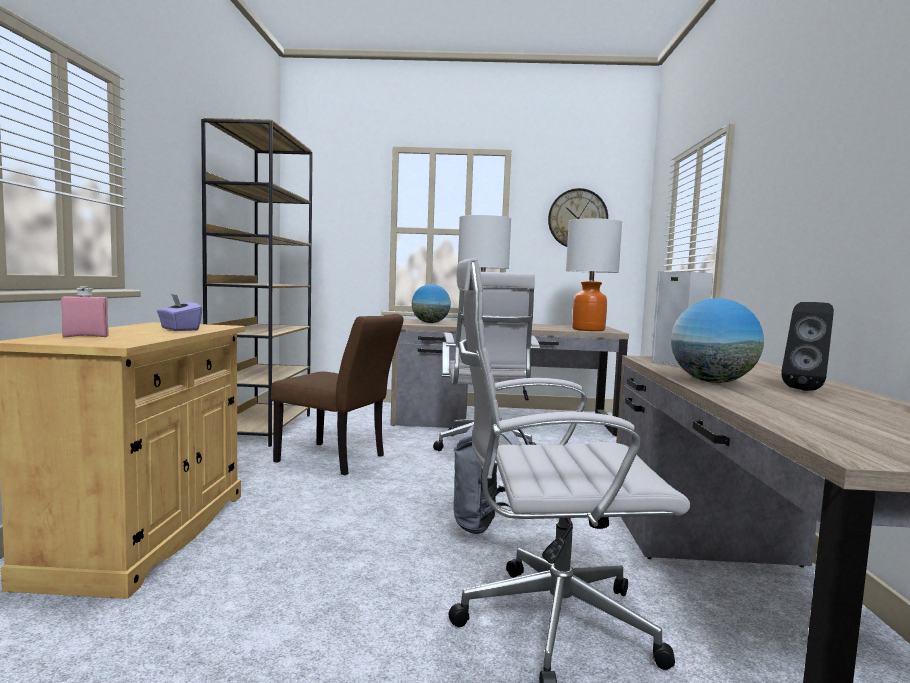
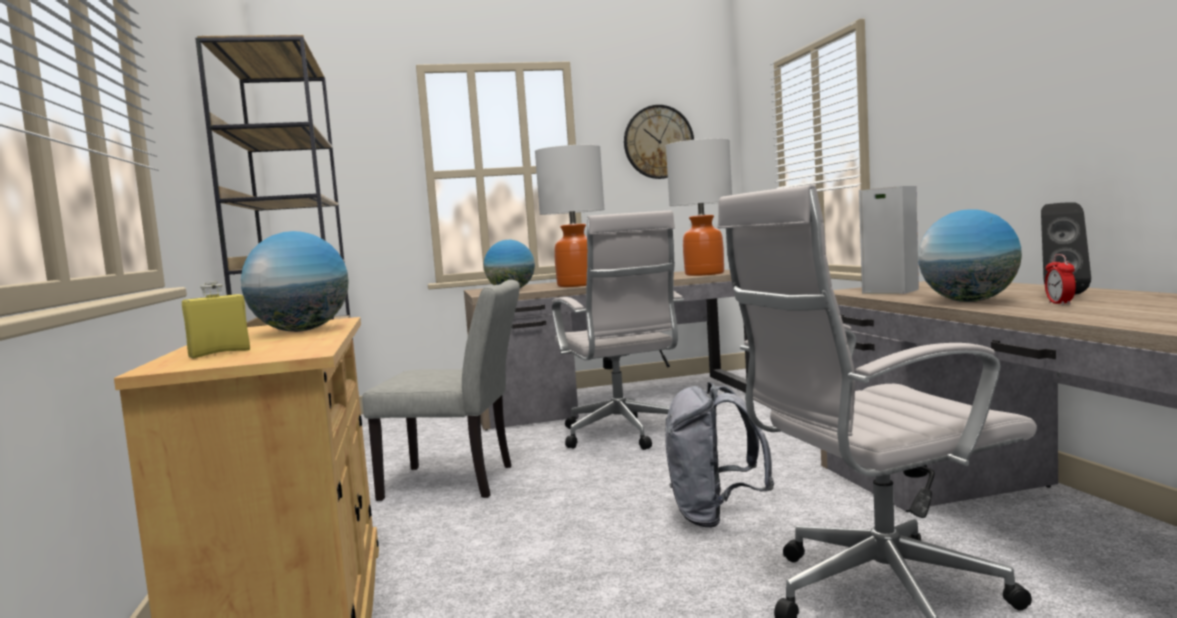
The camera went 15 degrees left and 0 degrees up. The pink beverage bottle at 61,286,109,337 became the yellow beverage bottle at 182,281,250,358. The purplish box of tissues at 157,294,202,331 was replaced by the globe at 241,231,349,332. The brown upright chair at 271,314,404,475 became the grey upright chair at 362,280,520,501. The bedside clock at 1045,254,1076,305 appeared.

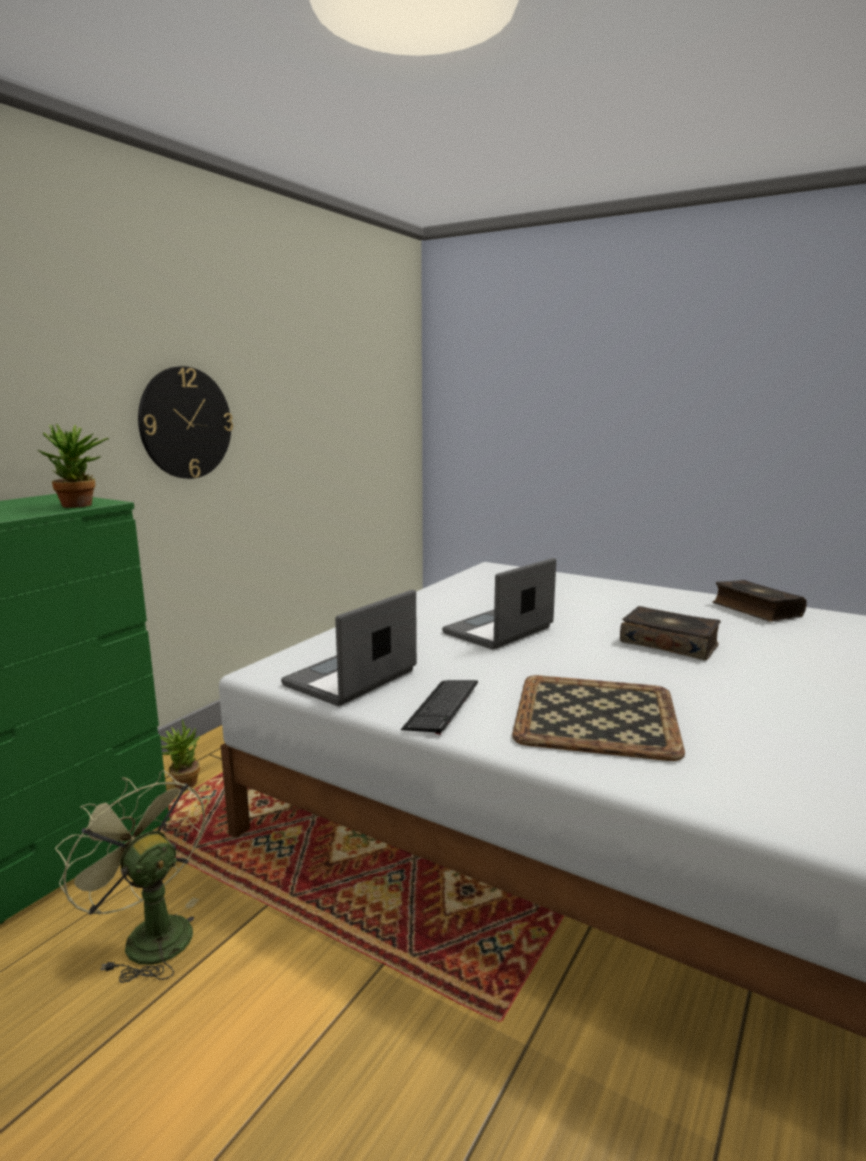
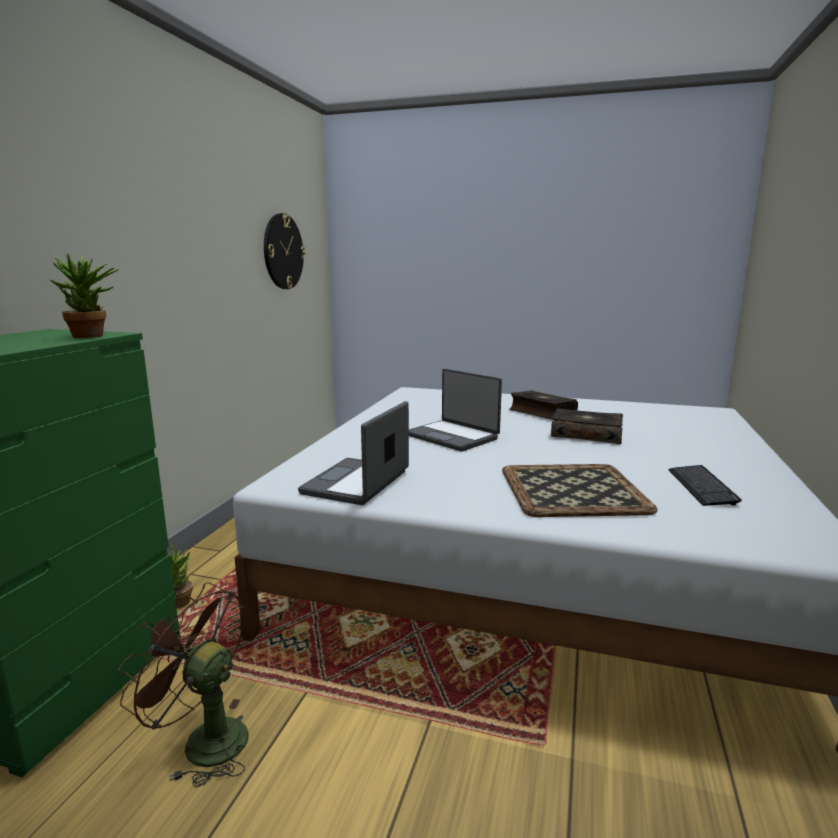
The camera went 15 degrees left and 0 degrees up. The greenish electric fan at 55,770,205,983 became the brown electric fan at 118,582,249,788. The wall clock moved from 138,366,233,479 to 264,213,306,289. The computer keyboard moved from 401,680,478,735 to 668,465,742,506. The portable computer at 442,558,556,649 turned 75 degrees counterclockwise. The book moved from 713,580,807,622 to 510,390,578,420.

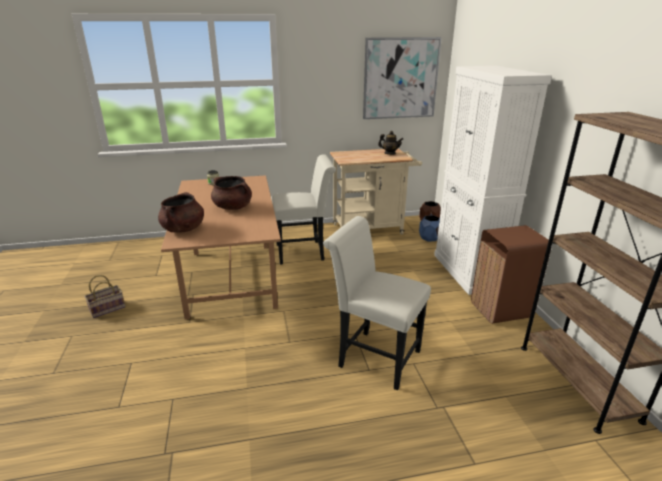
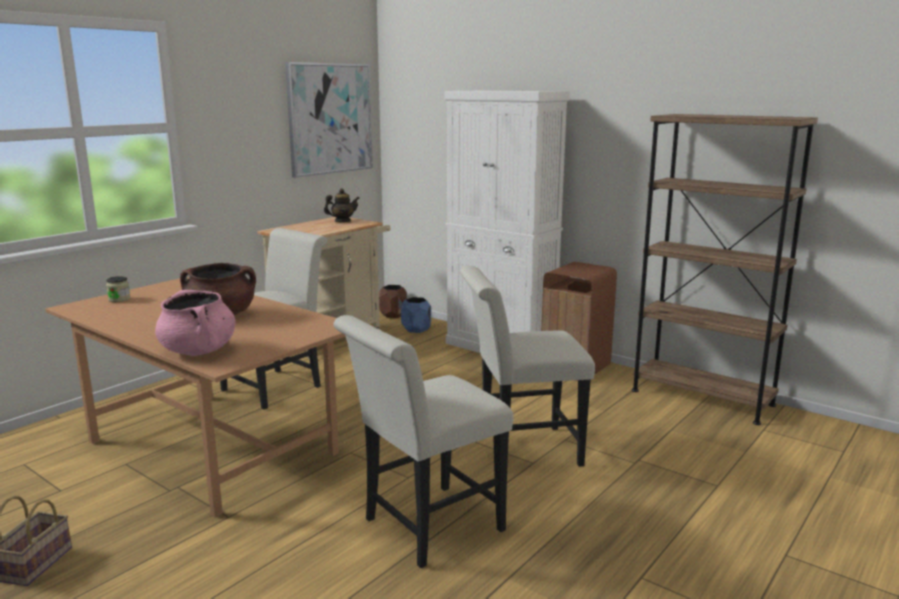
The camera went 40 degrees left and 10 degrees down. The brown cooking pot at 158,192,204,232 became the pink cooking pot at 155,290,236,356. The white upright chair at 333,315,514,568 appeared.

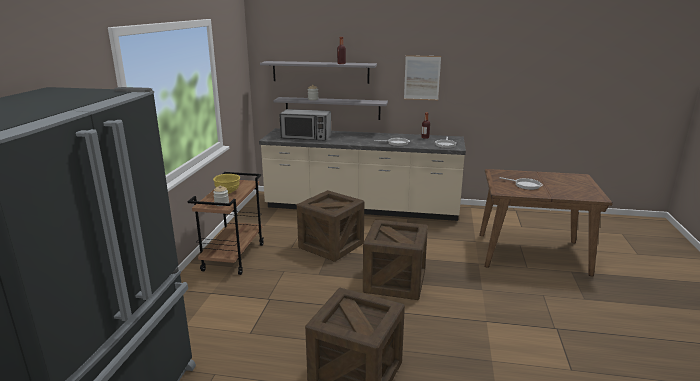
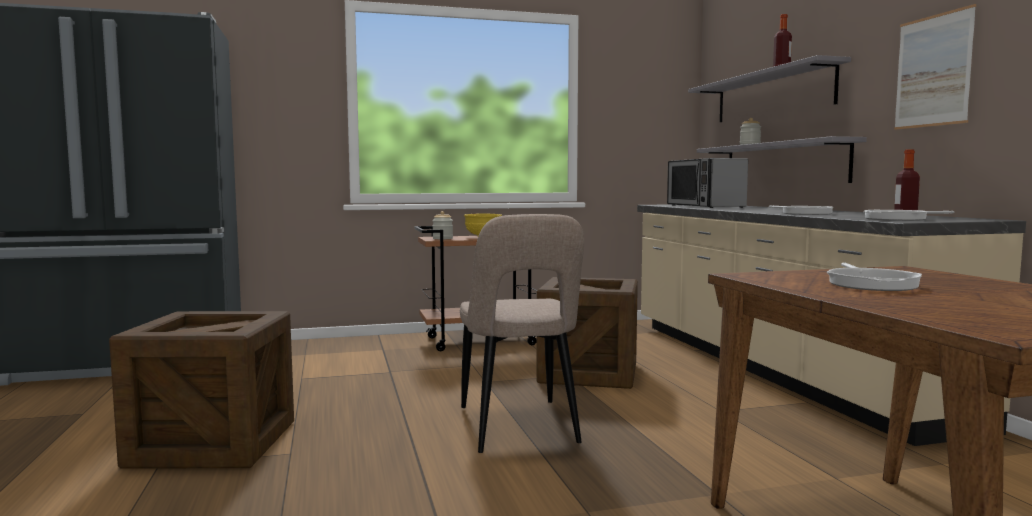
The camera went 65 degrees right and 15 degrees down. The crate at 363,220,428,300 was replaced by the beige upright chair at 460,214,584,453.

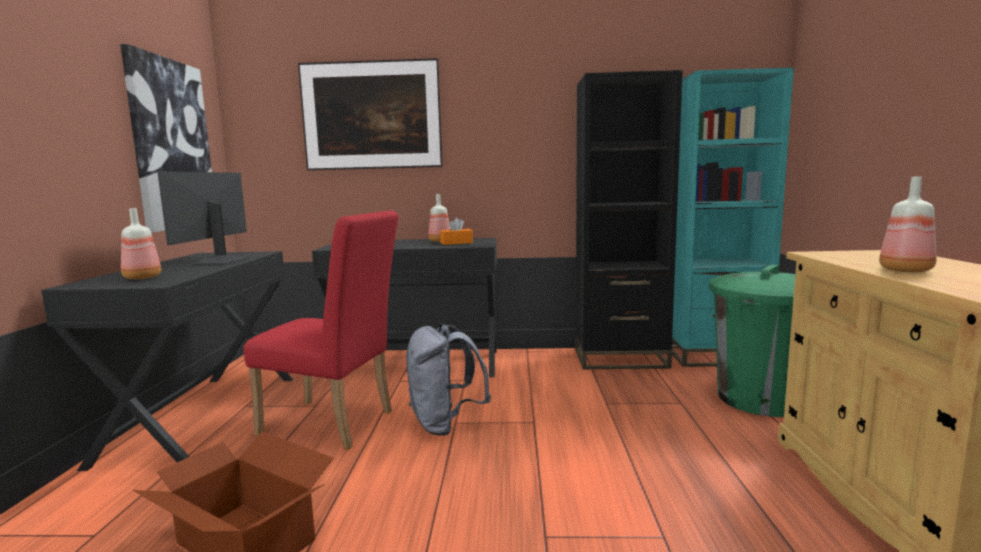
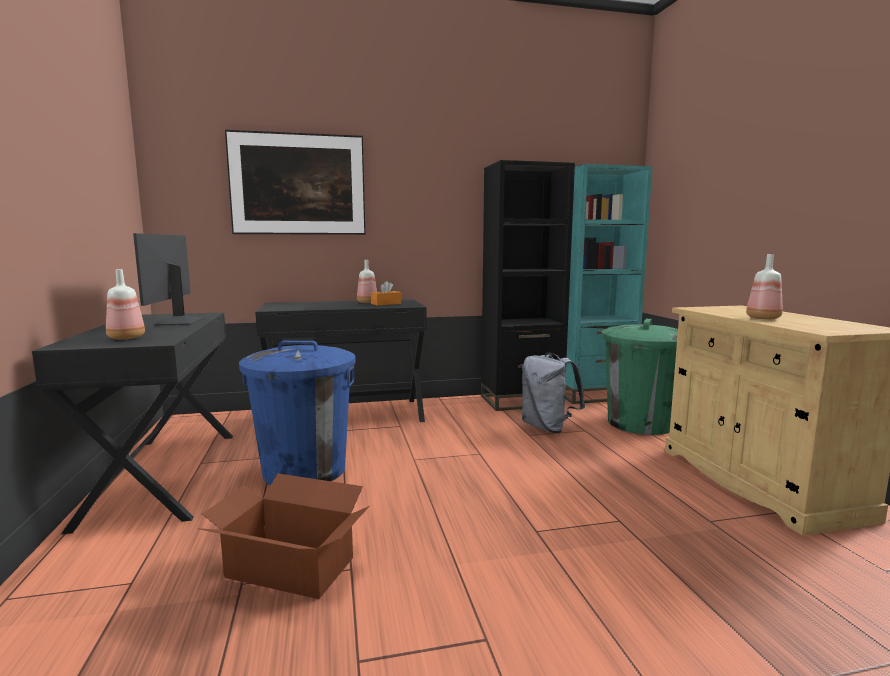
The camera went 15 degrees left and 0 degrees up. The wall art at 120,44,212,232 disappeared. The red-coloured upright chair at 243,211,399,450 was replaced by the bluish trash can at 239,341,356,485. The grey rucksack moved from 406,323,491,436 to 522,353,585,433.

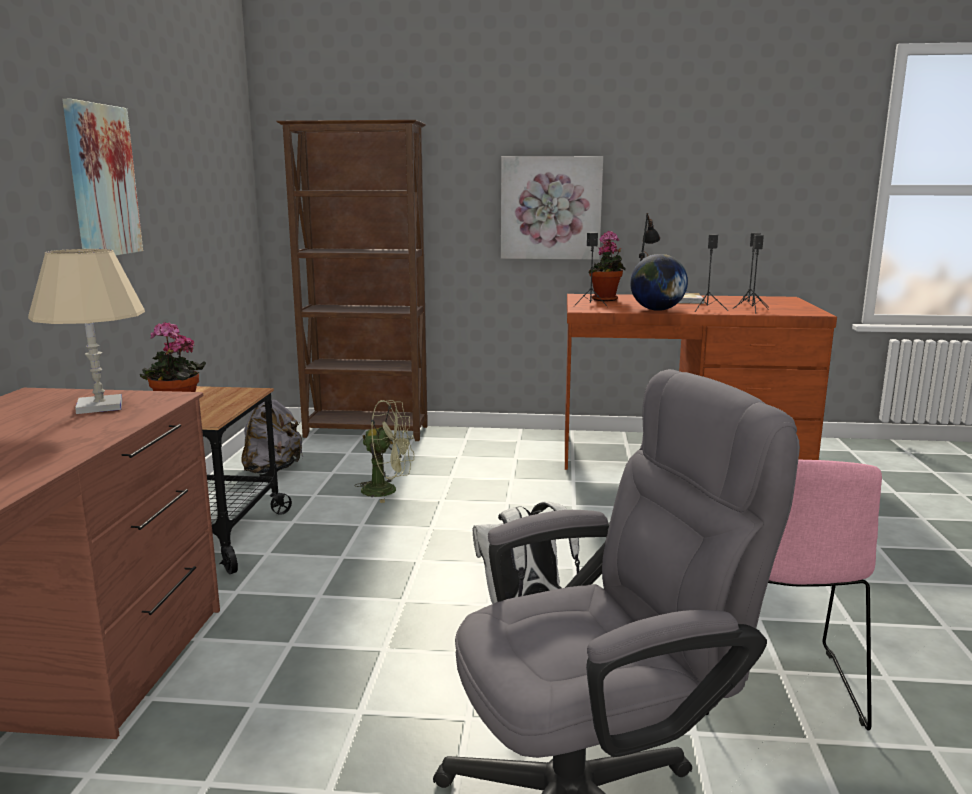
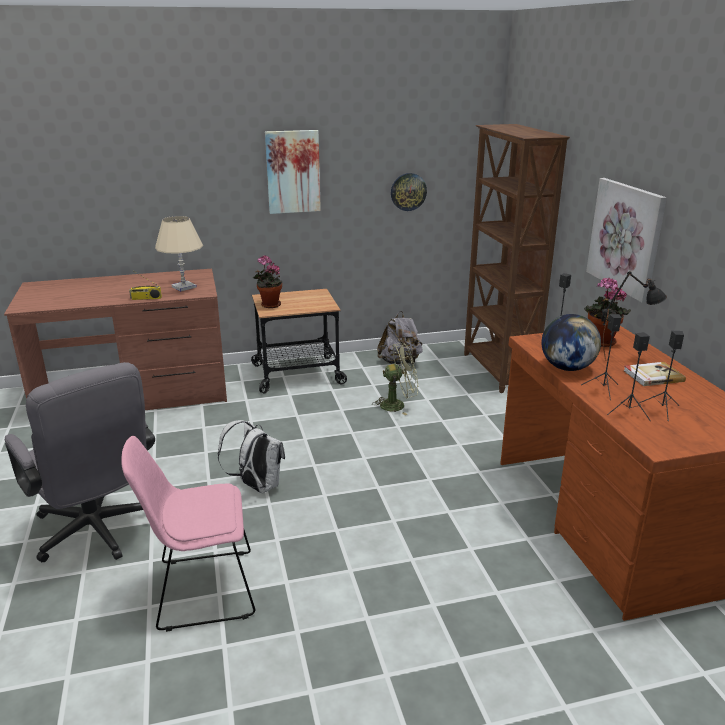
The camera went 70 degrees right and 10 degrees up. The greenish electric fan at 356,400,414,503 turned 90 degrees counterclockwise. The radio receiver at 129,271,162,300 appeared. The wall clock at 391,173,427,211 appeared.

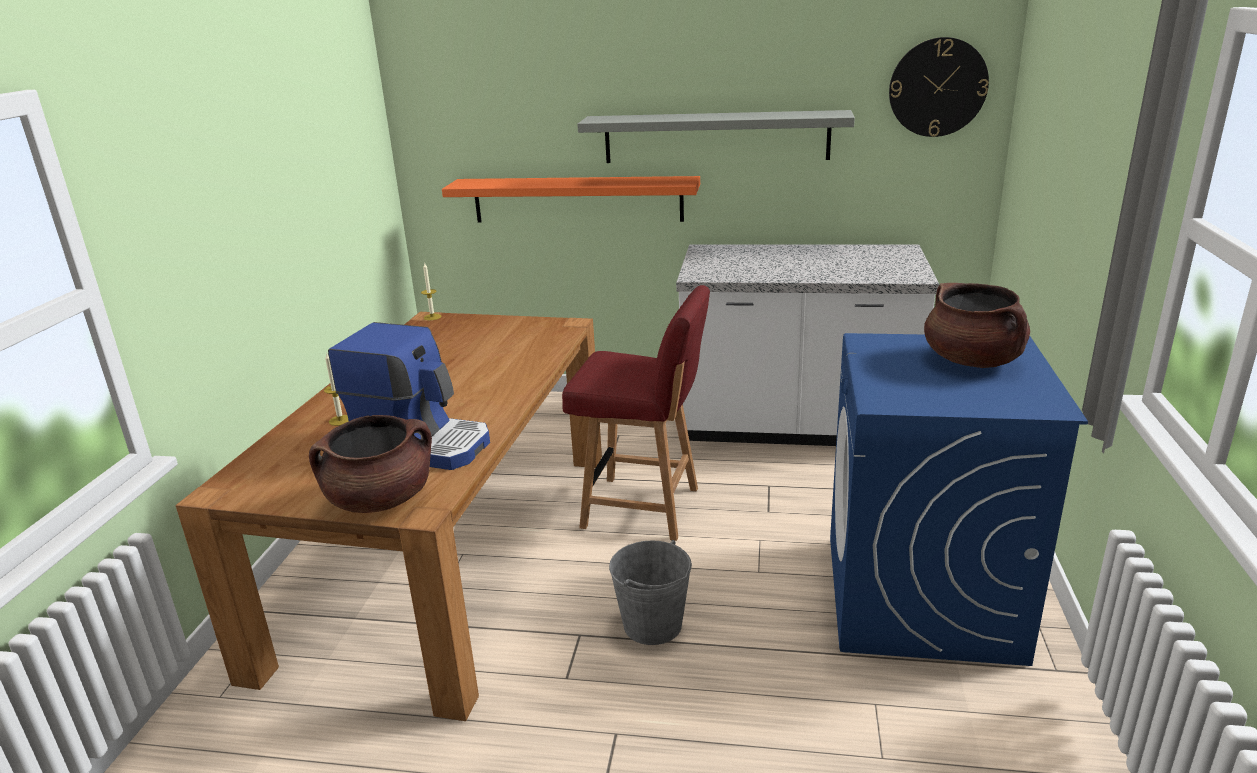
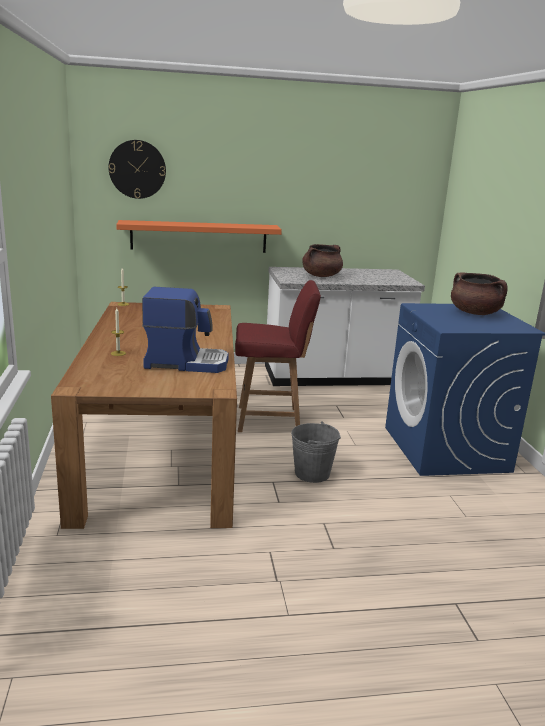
The camera went 20 degrees left and 5 degrees down. The brown cooking pot moved from 309,415,432,513 to 302,244,343,277. The grey shelf at 577,110,855,163 disappeared. The wall clock moved from 889,37,989,137 to 109,140,166,199.

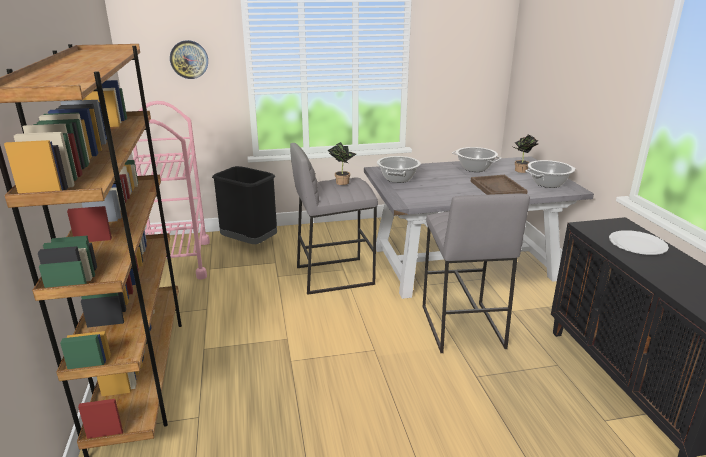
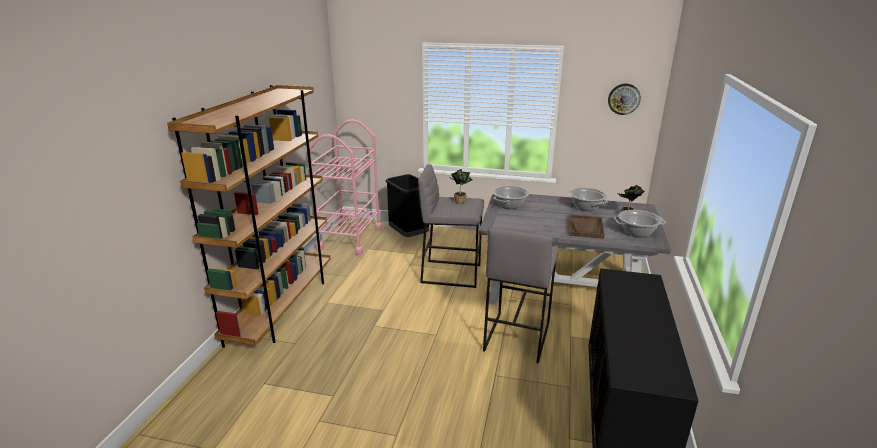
The camera went 25 degrees right and 0 degrees up. The wall clock moved from 170,40,208,79 to 608,84,641,115. The white plate at 609,230,669,255 disappeared.

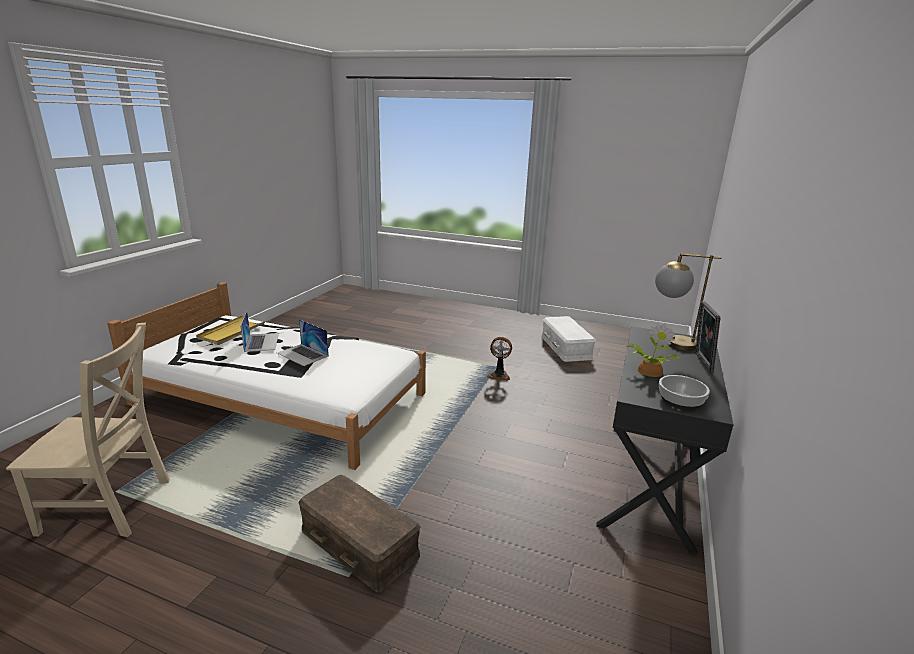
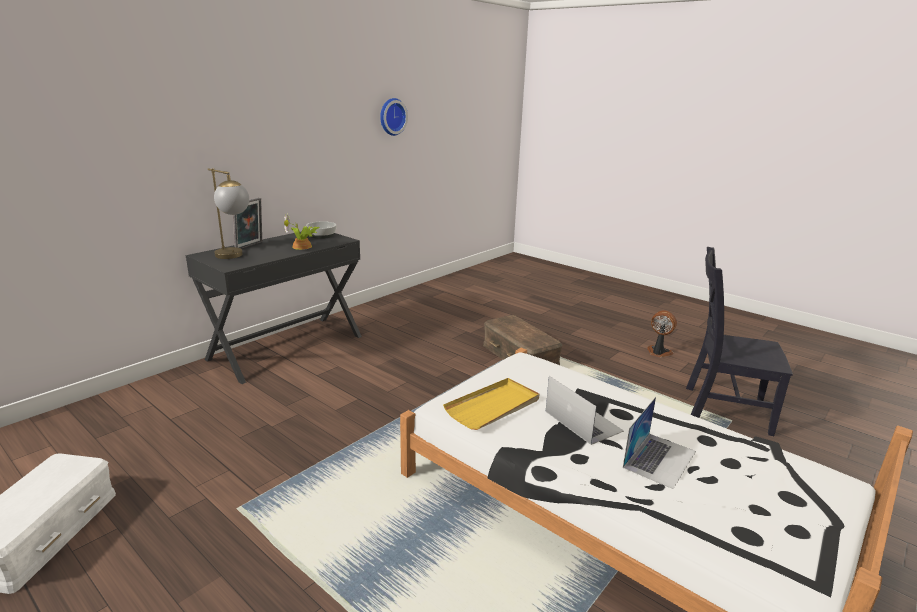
The camera went 160 degrees left and 0 degrees up. The beige upright chair at 6,323,170,537 became the black-coloured upright chair at 686,247,793,436. The yellow tray moved from 196,315,265,345 to 443,378,539,430. The portable computer at 241,311,279,352 turned 150 degrees counterclockwise. The electric fan moved from 487,337,512,381 to 648,310,677,357. The wall clock at 380,98,408,136 appeared.

